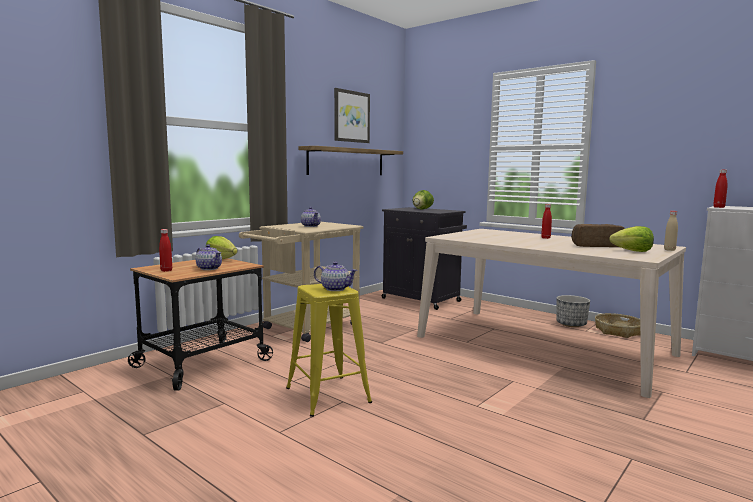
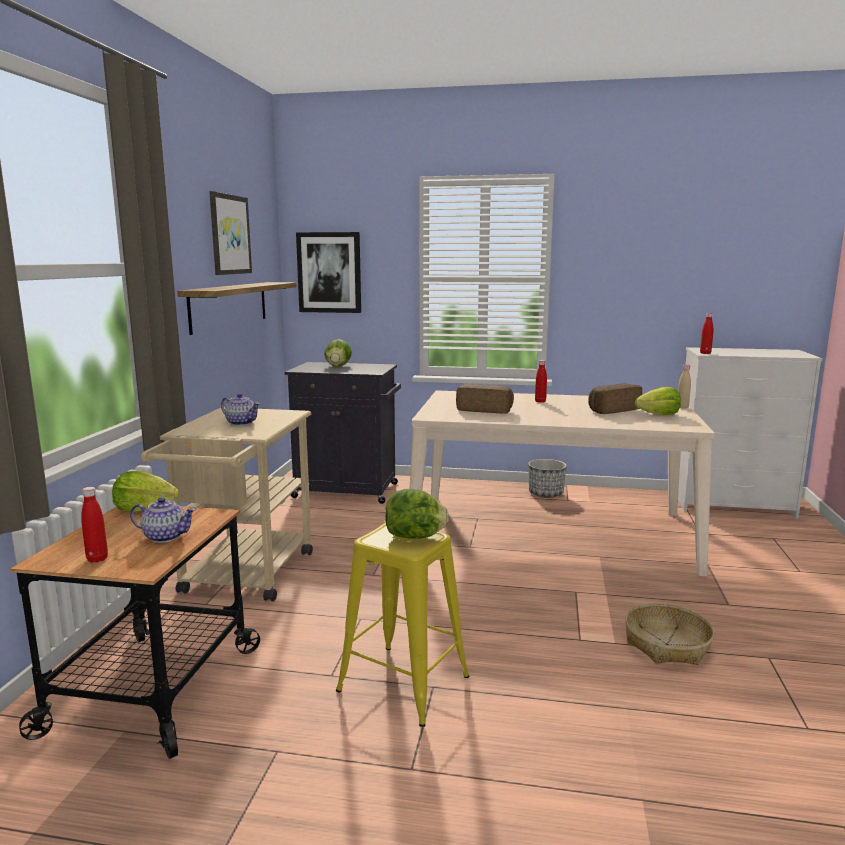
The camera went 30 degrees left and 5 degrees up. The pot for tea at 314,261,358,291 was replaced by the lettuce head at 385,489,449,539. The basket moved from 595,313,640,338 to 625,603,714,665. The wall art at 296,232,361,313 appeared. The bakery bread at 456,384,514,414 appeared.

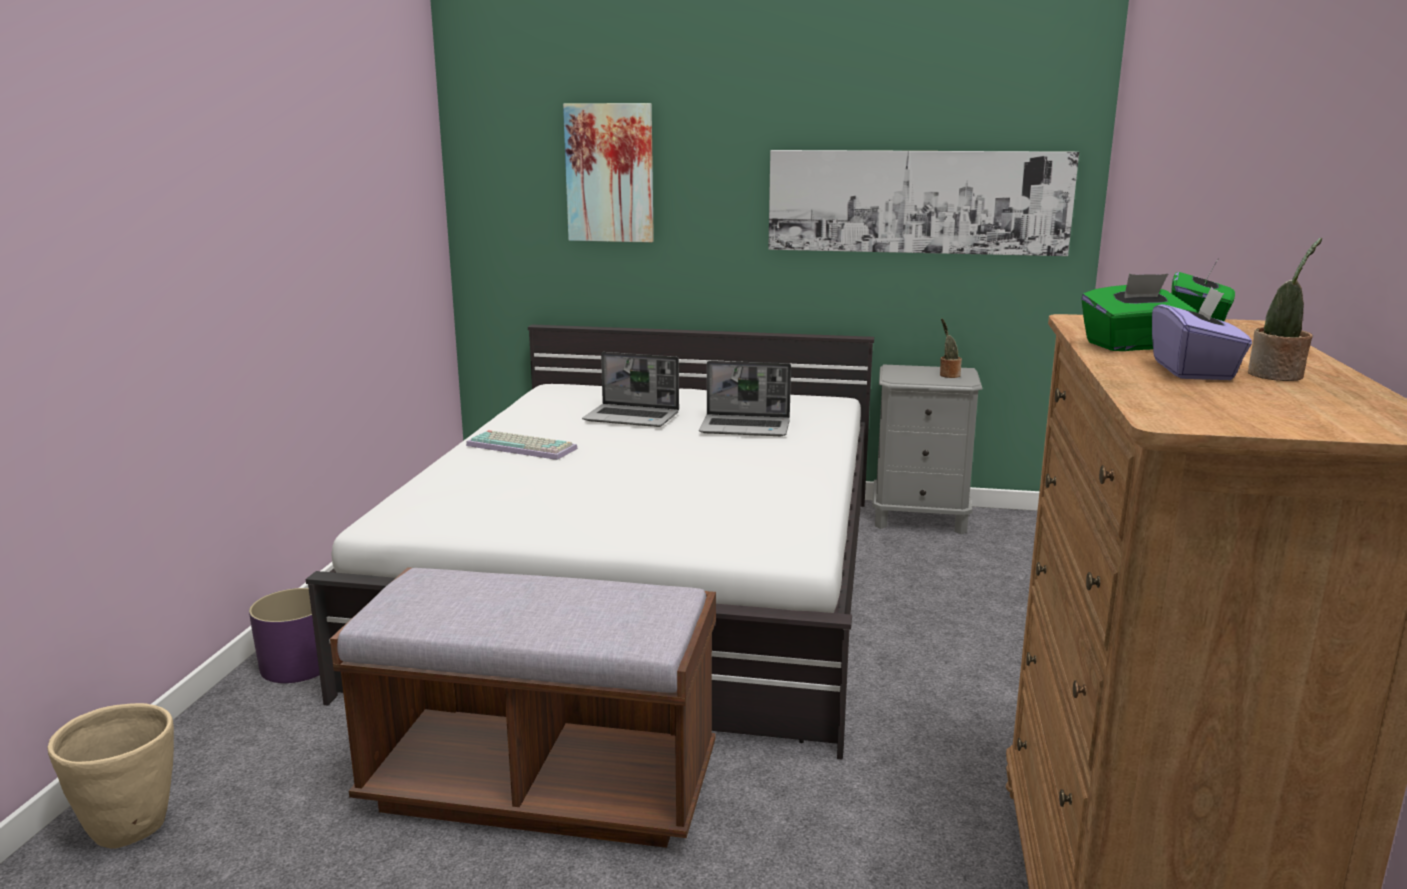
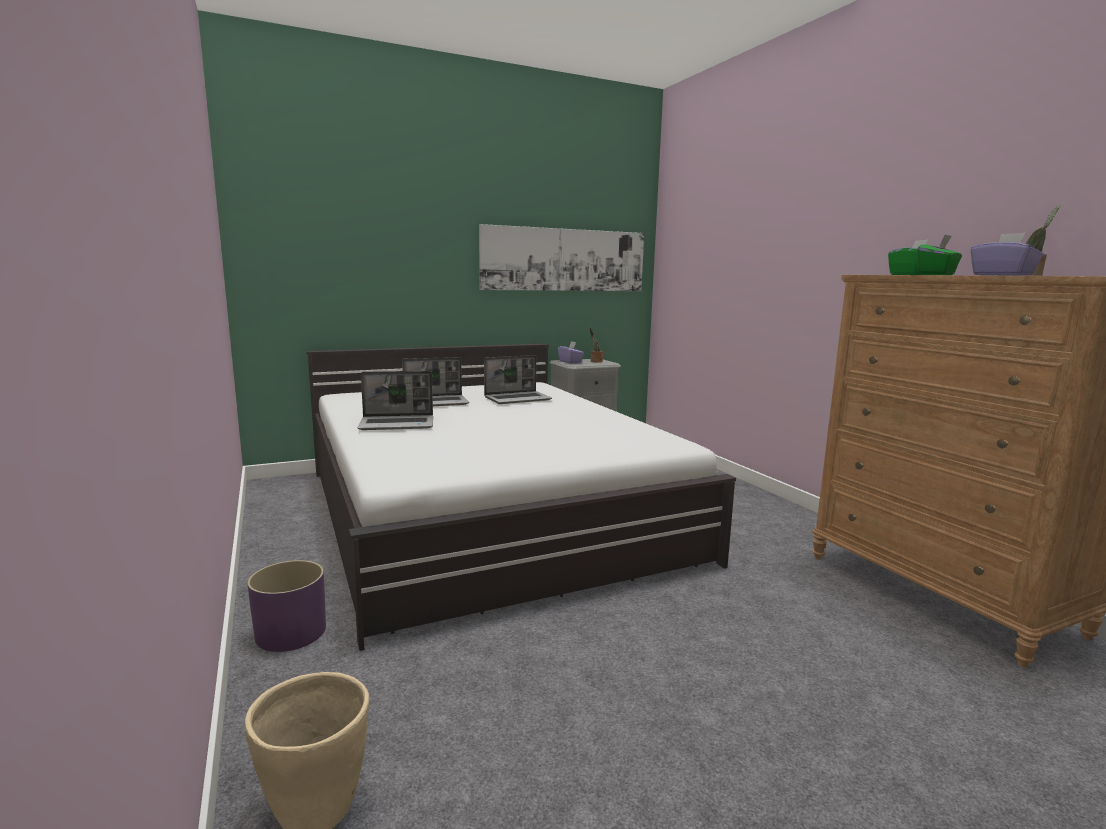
The camera went 35 degrees left and 5 degrees down. The brown bench at 330,567,716,848 disappeared. The computer keyboard at 466,430,578,460 was replaced by the portable computer at 357,371,433,430. The wall art at 563,103,654,243 disappeared. The purplish box of tissues at 558,341,584,364 appeared.

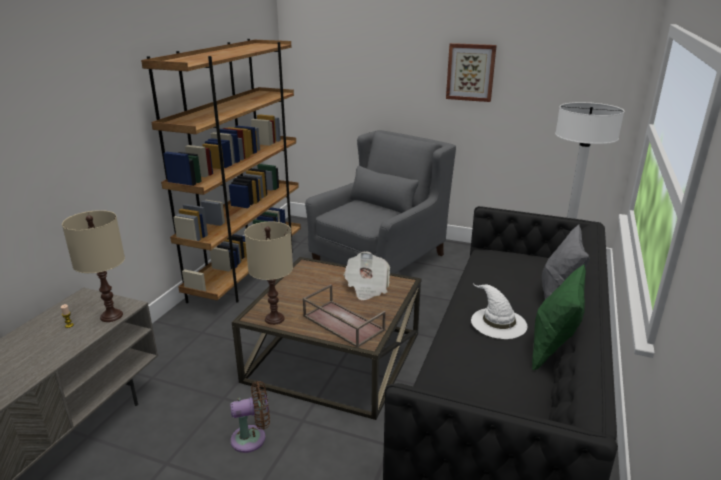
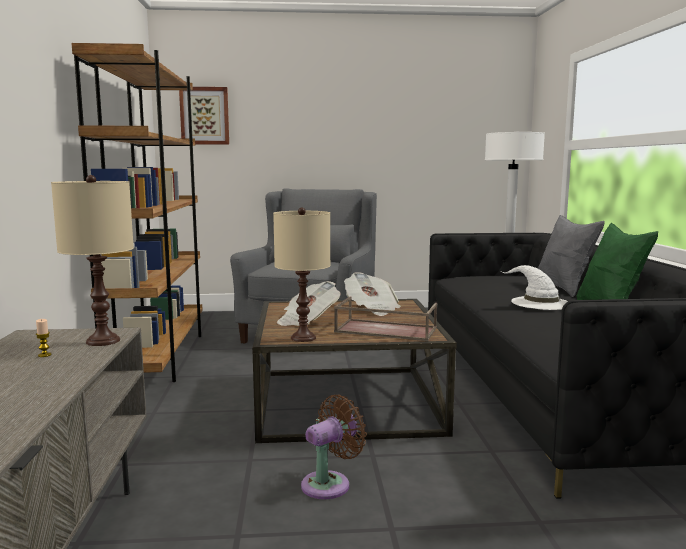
The camera went 25 degrees left and 15 degrees down. The wall art moved from 446,43,497,102 to 179,87,229,145. The newspaper at 277,281,340,326 appeared.

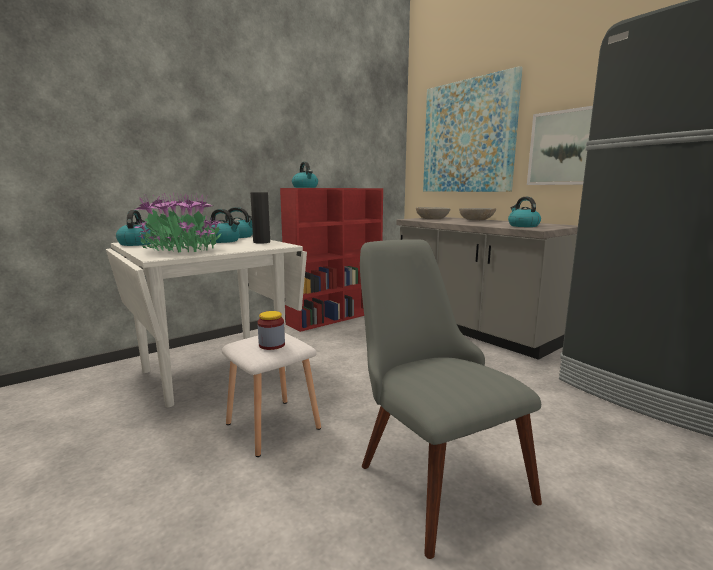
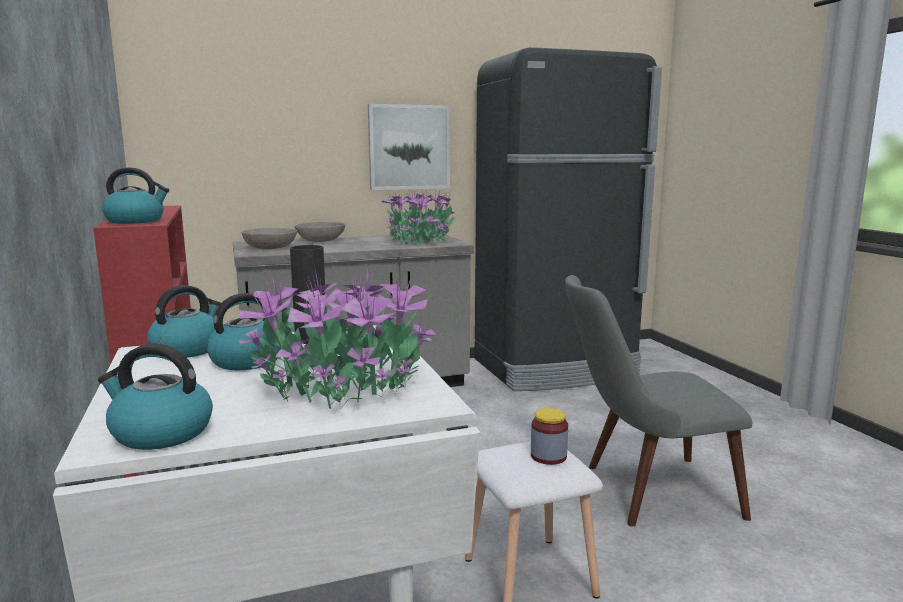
The camera went 70 degrees left and 0 degrees up. The wall art at 423,66,523,192 disappeared. The tea kettle at 508,197,541,227 was replaced by the plant in a pot at 381,191,459,245.

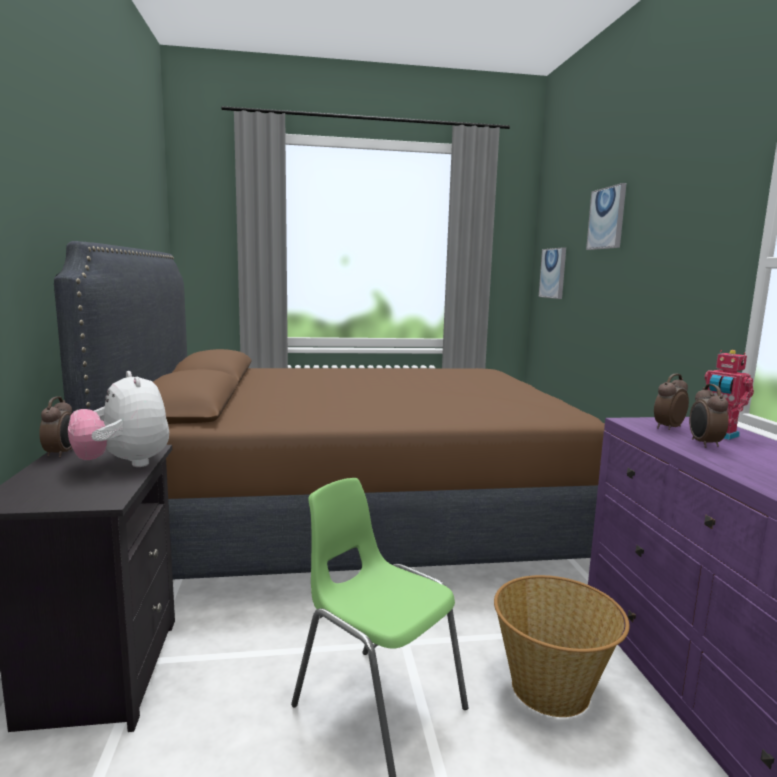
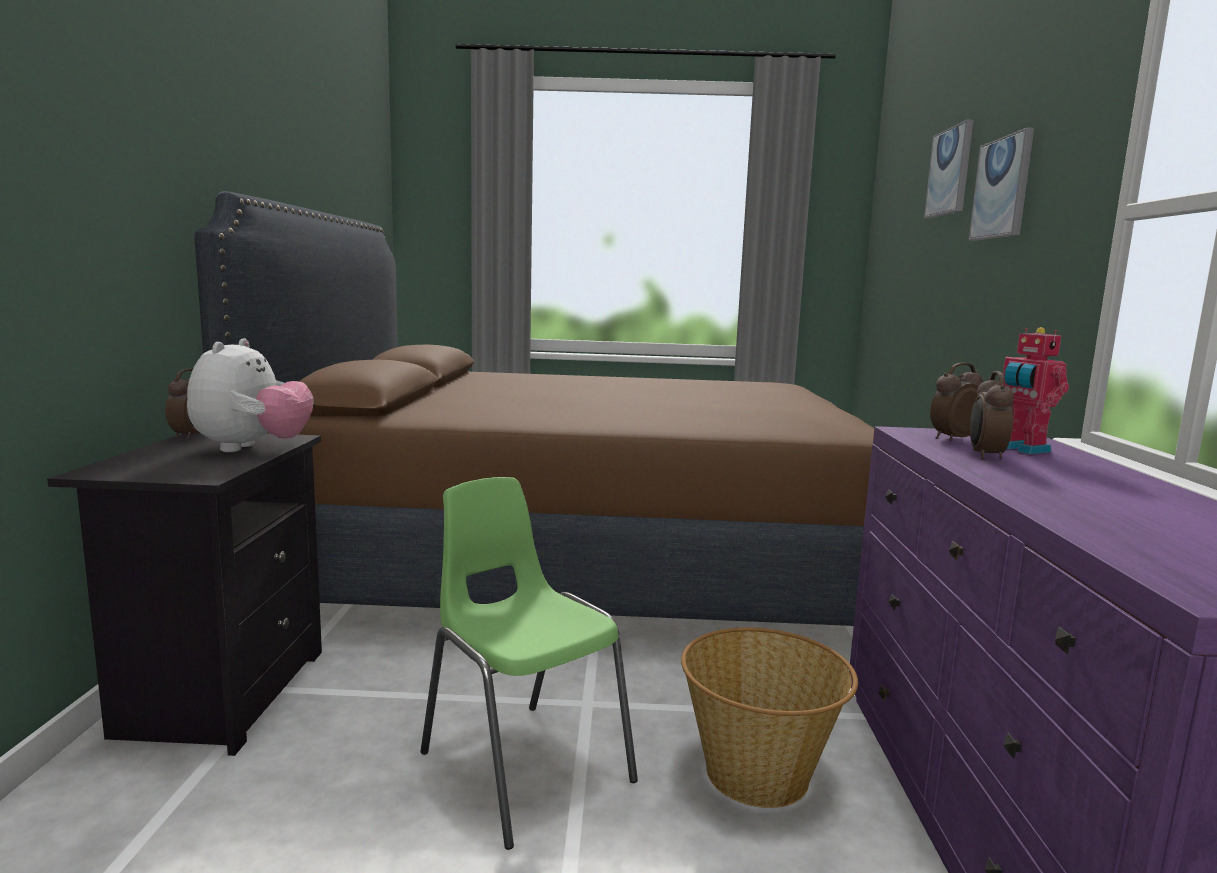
The camera went 10 degrees right and 0 degrees up. The plush toy at 68,371,169,467 turned 150 degrees counterclockwise. The wall art moved from 539,247,566,299 to 969,128,1034,241.

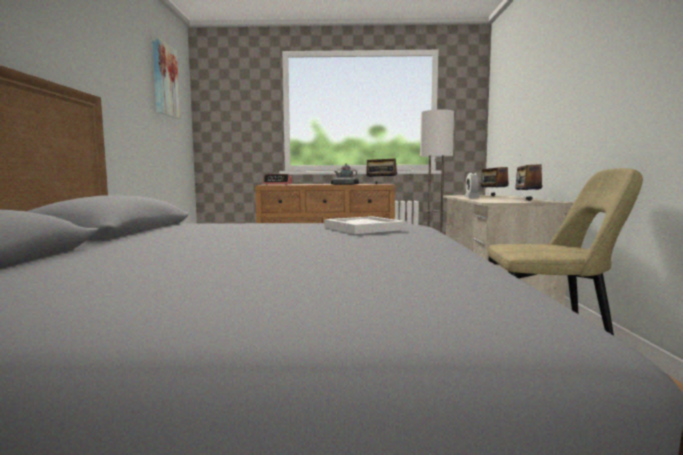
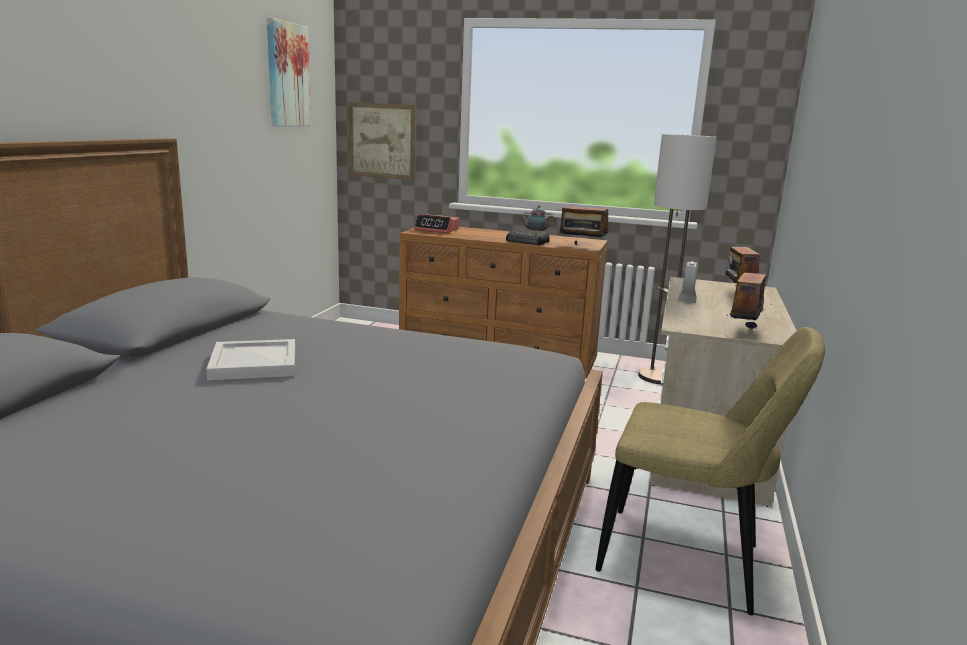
The camera went 15 degrees right and 10 degrees up. The white tray moved from 324,216,406,234 to 207,339,295,380. The wall art at 349,102,416,180 appeared.

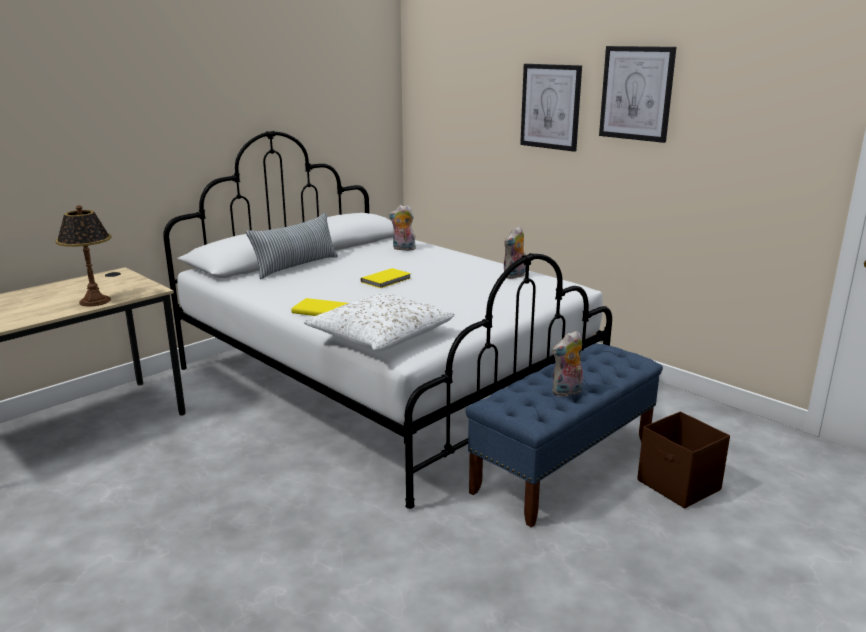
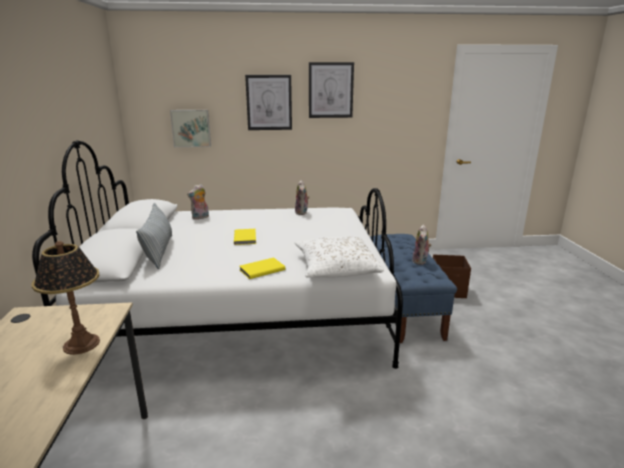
The camera went 50 degrees left and 0 degrees up. The wall art at 170,110,211,147 appeared.

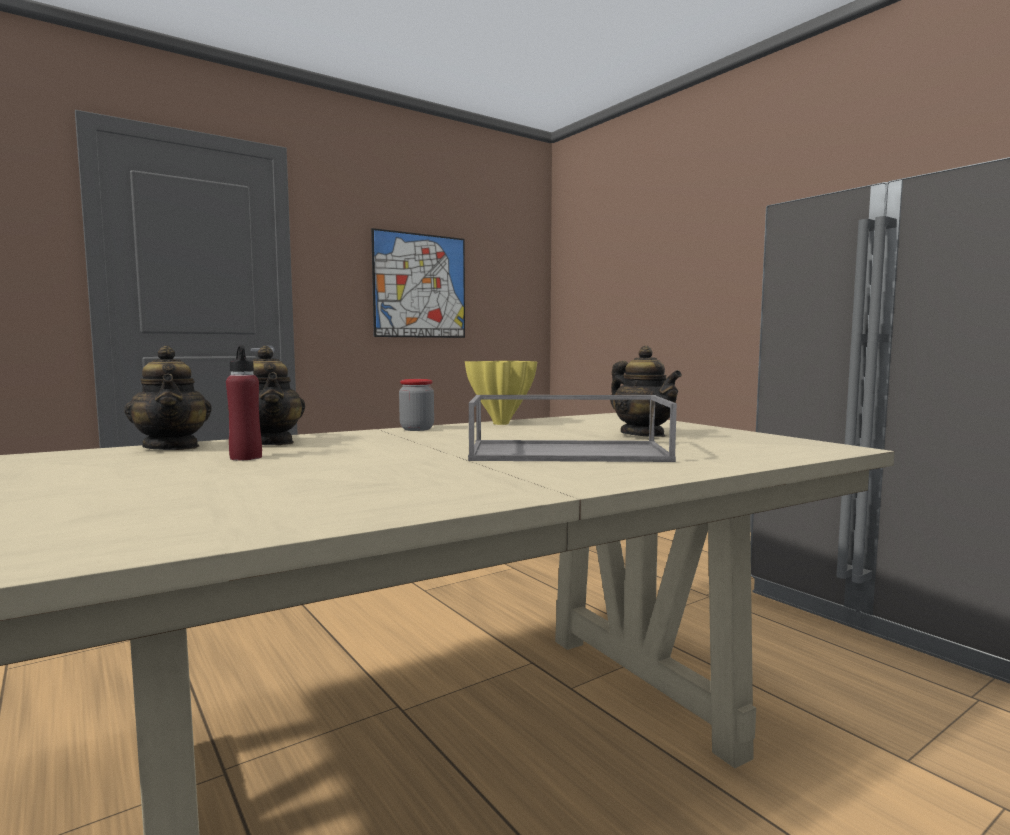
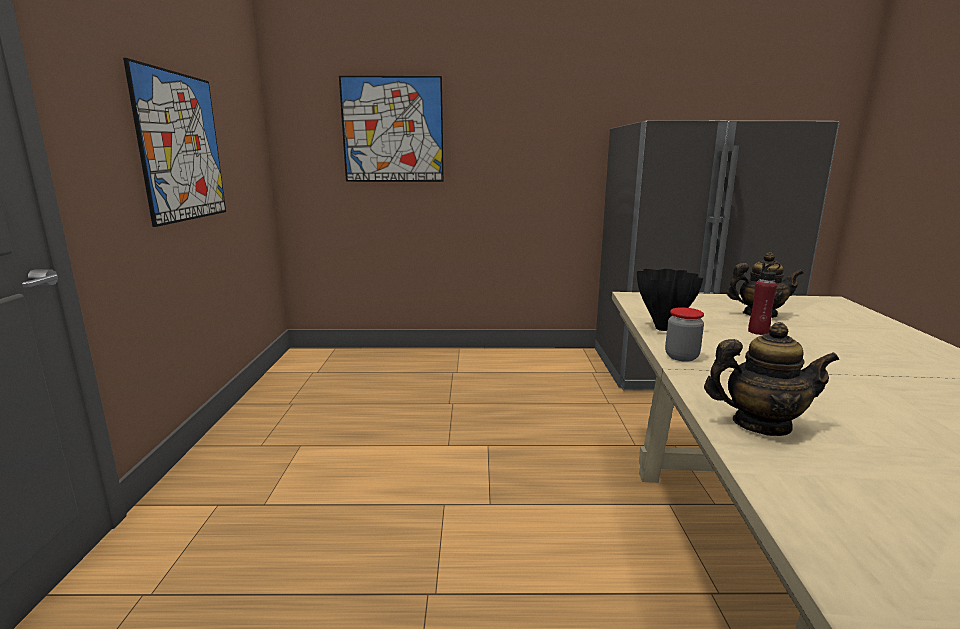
The camera went 55 degrees left and 10 degrees up. The pot for tea at 124,346,212,450 disappeared. The red-coloured beverage bottle moved from 226,345,262,460 to 748,263,780,335. The yellow vase at 465,361,537,425 became the black-coloured vase at 637,269,703,331. The grey tray at 468,395,677,462 disappeared. The wall art at 339,76,444,182 appeared.

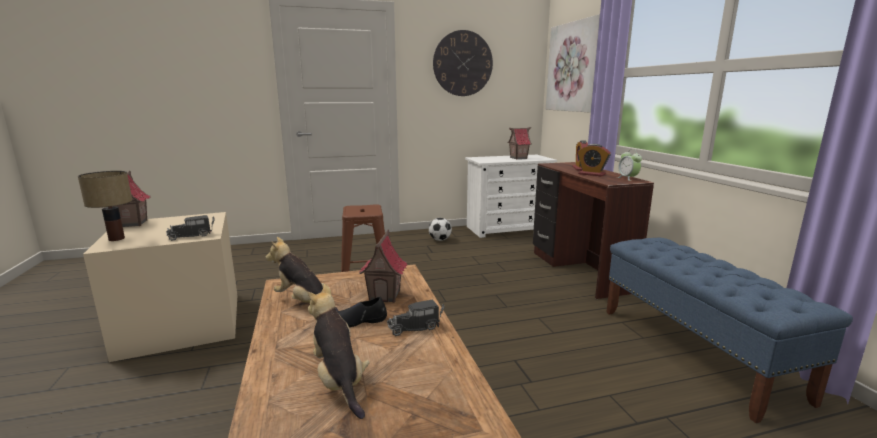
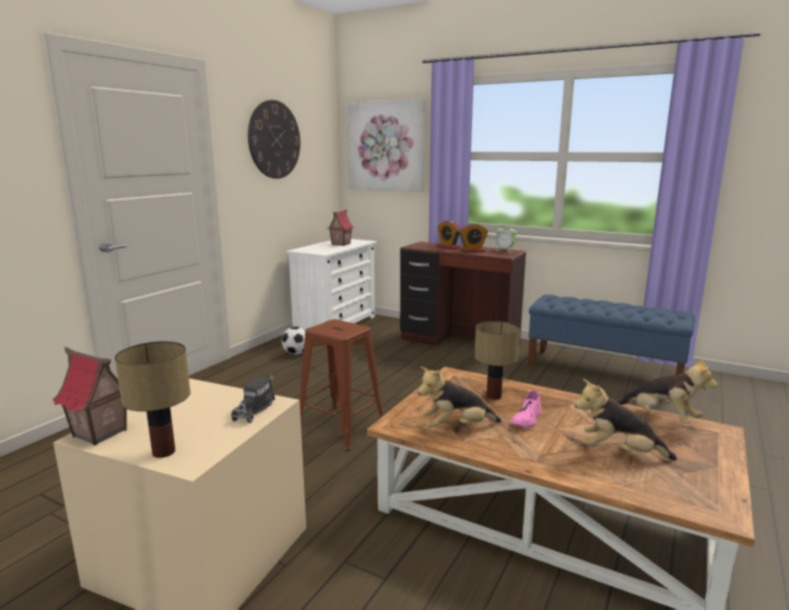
The camera went 45 degrees left and 0 degrees up. The black-coloured shoe at 337,297,387,327 became the pink shoe at 511,390,541,427. The model house at 360,229,407,303 was replaced by the table lamp at 475,321,520,400. The toy lorry at 387,300,445,336 disappeared. The plush toy at 616,358,718,423 appeared.

